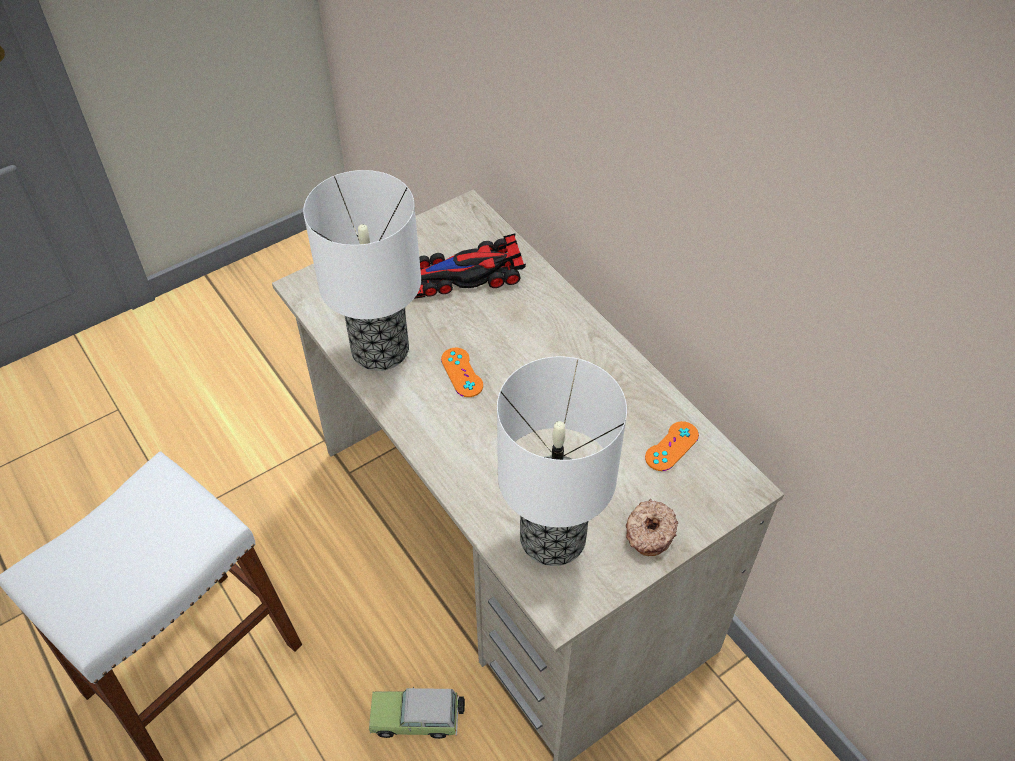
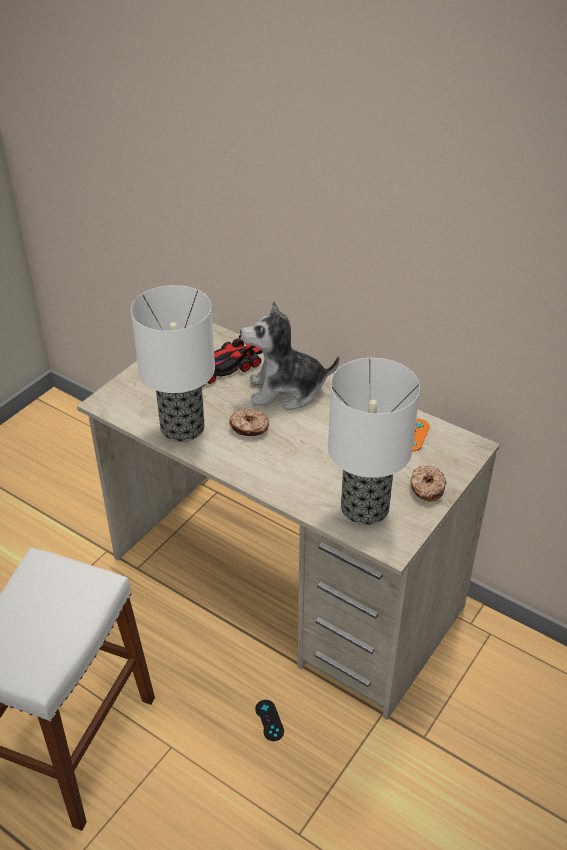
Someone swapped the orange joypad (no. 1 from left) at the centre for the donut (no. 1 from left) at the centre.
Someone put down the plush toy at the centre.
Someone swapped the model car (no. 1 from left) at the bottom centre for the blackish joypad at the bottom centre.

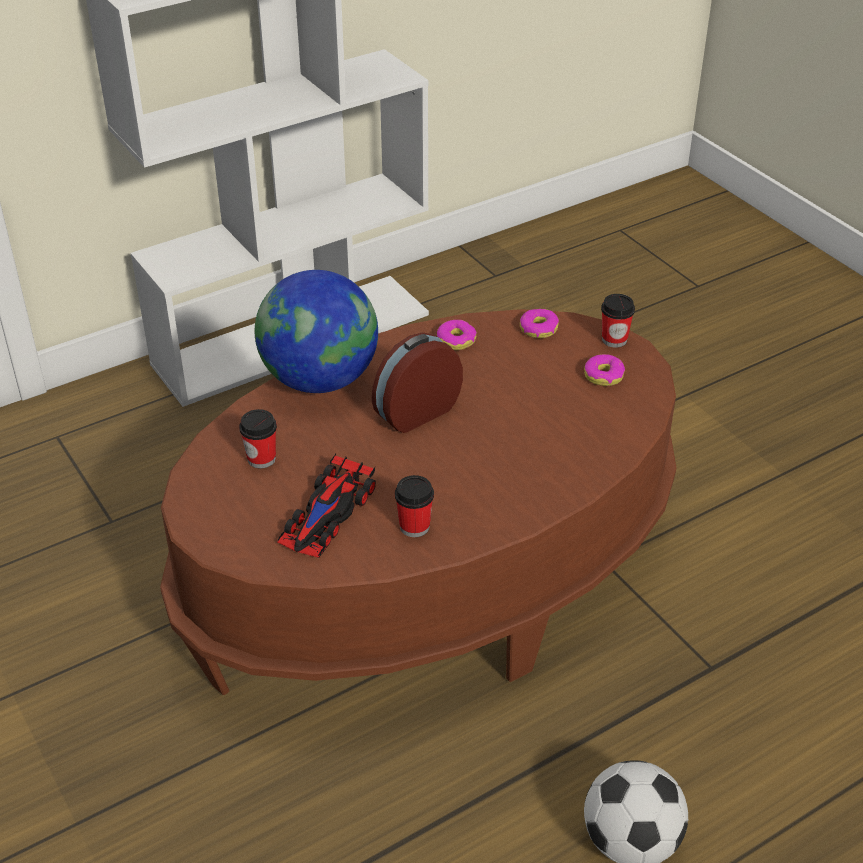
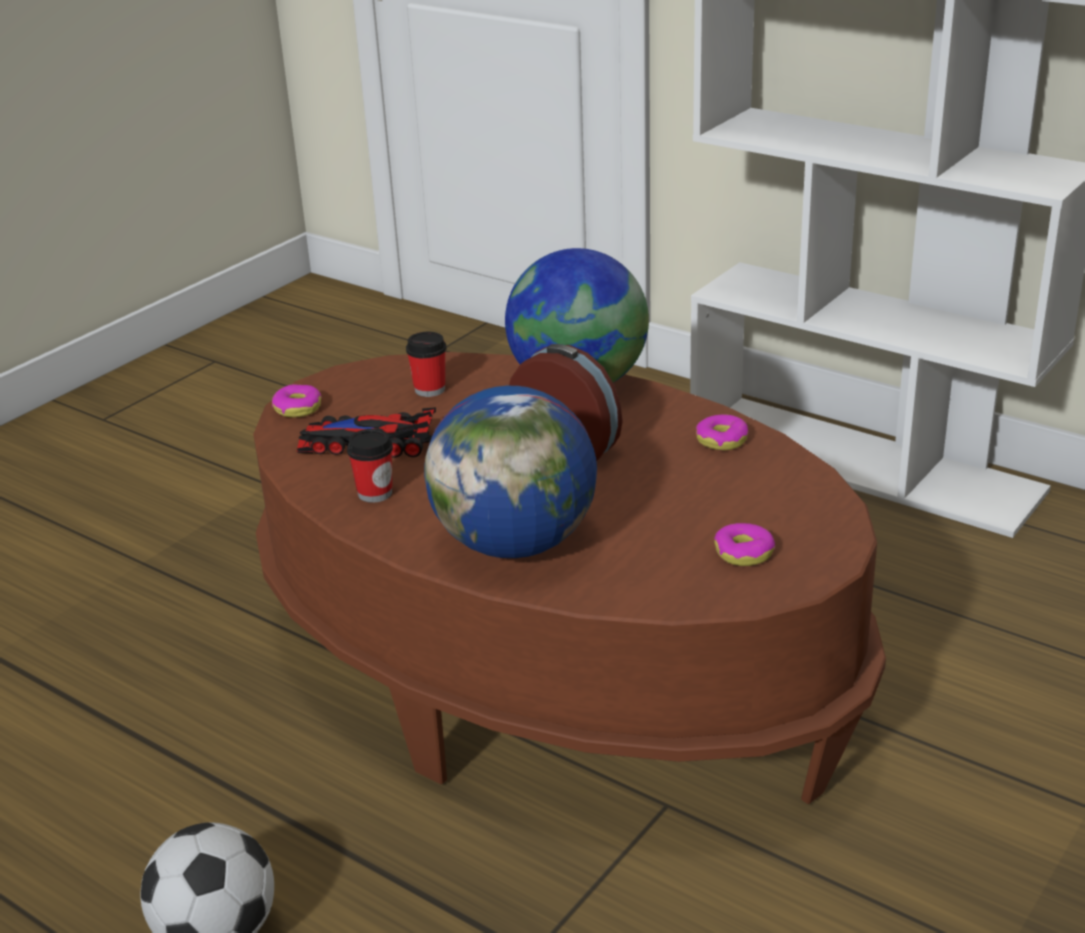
Someone carried the donut (no. 2 from left in the first image) from the centre to the middle left.
Someone put down the desk globe (no. 1 from left) at the centre.
Someone took away the small cup (no. 3 from left) at the middle right.

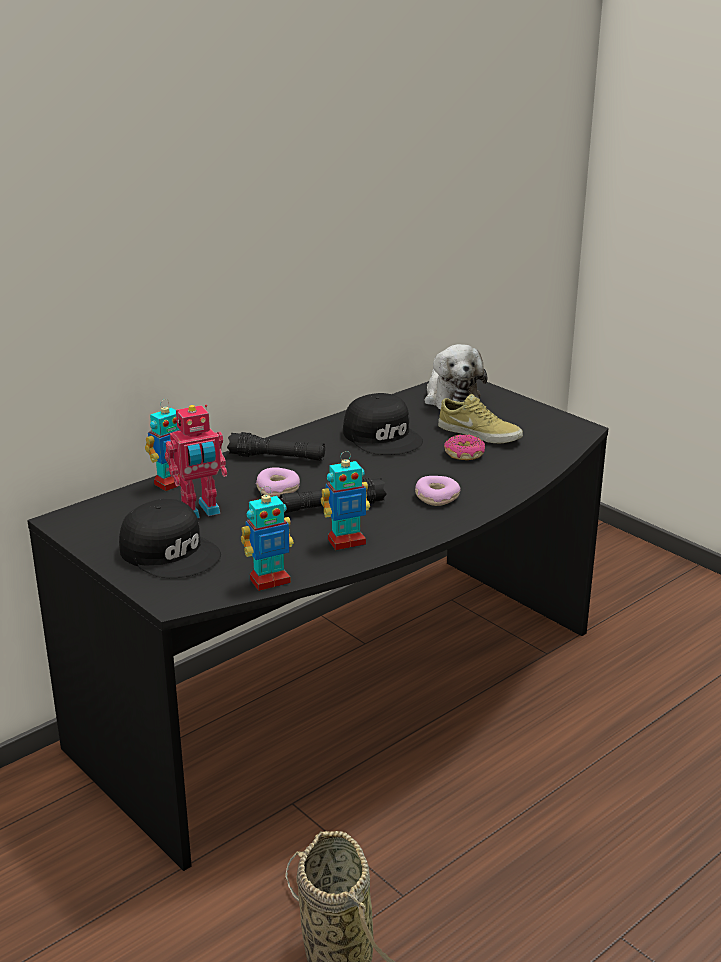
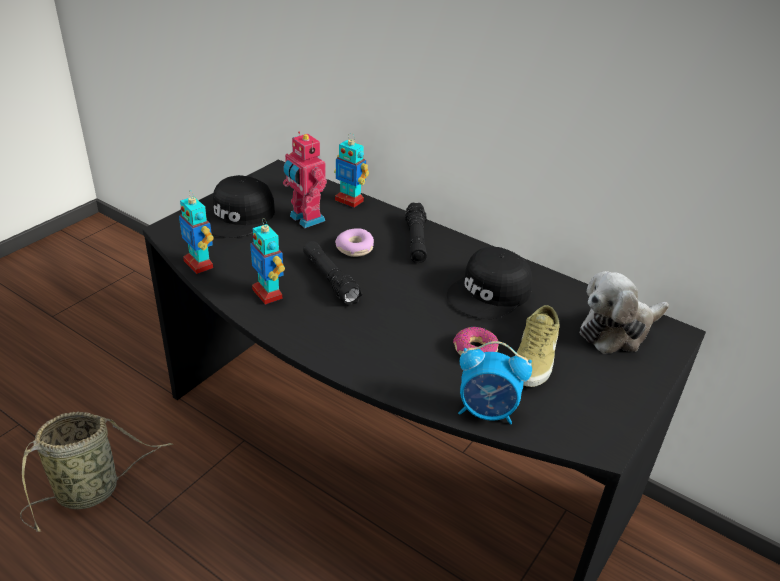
Someone put down the bedside clock at the centre.
Someone took away the donut (no. 2 from left) at the centre.

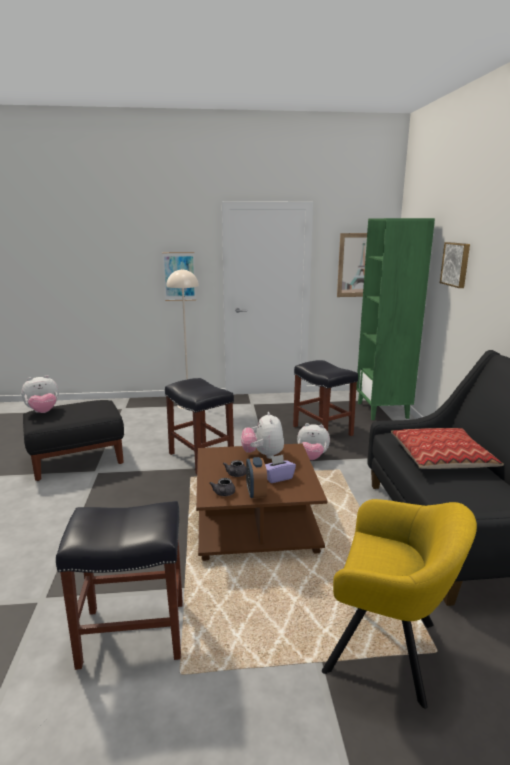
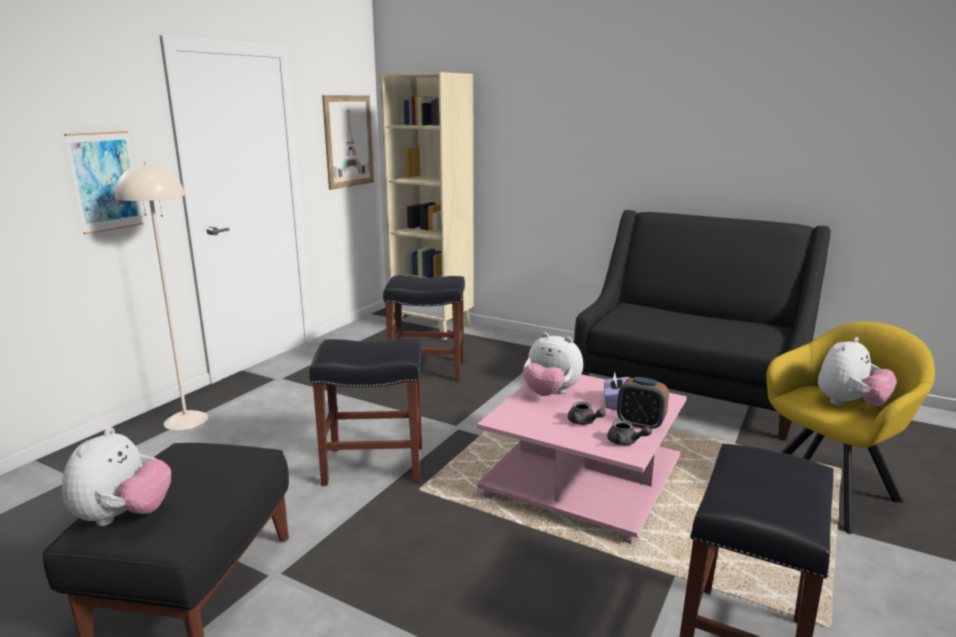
Someone repainted the green-coloured bookshelf at the middle right, which became the beige-coloured bookshelf at the top centre.
Someone repainted the brownish lounge table at the centre, which became the pink-coloured lounge table at the bottom centre.
Someone carried the plush toy (no. 3 from left) from the centre to the middle right.
Someone took away the cushion at the middle right.
Someone took away the wall art (no. 3 from left) at the middle right.

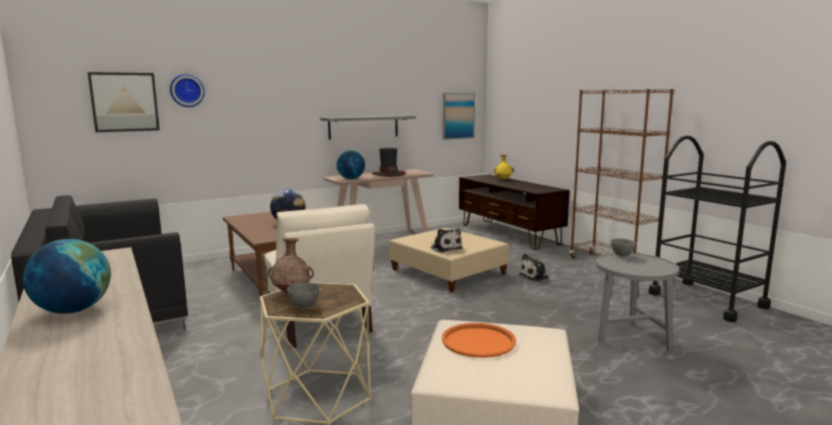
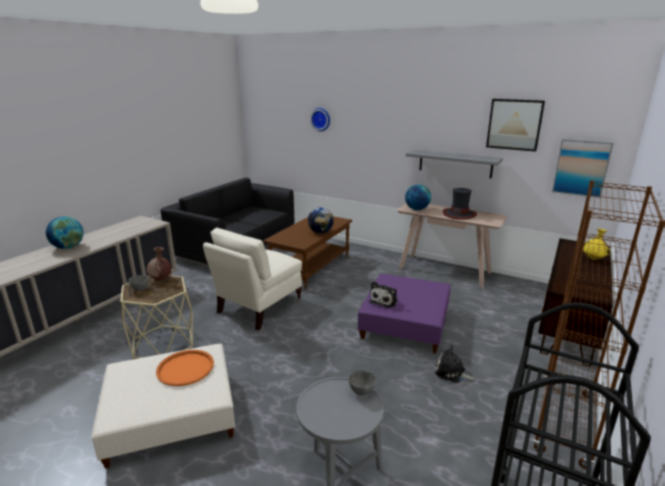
Someone repainted the beige-coloured ottoman (no. 1 from left) at the centre, which became the purple-coloured ottoman at the centre.
Someone carried the wall art (no. 1 from left) from the top left to the top right.

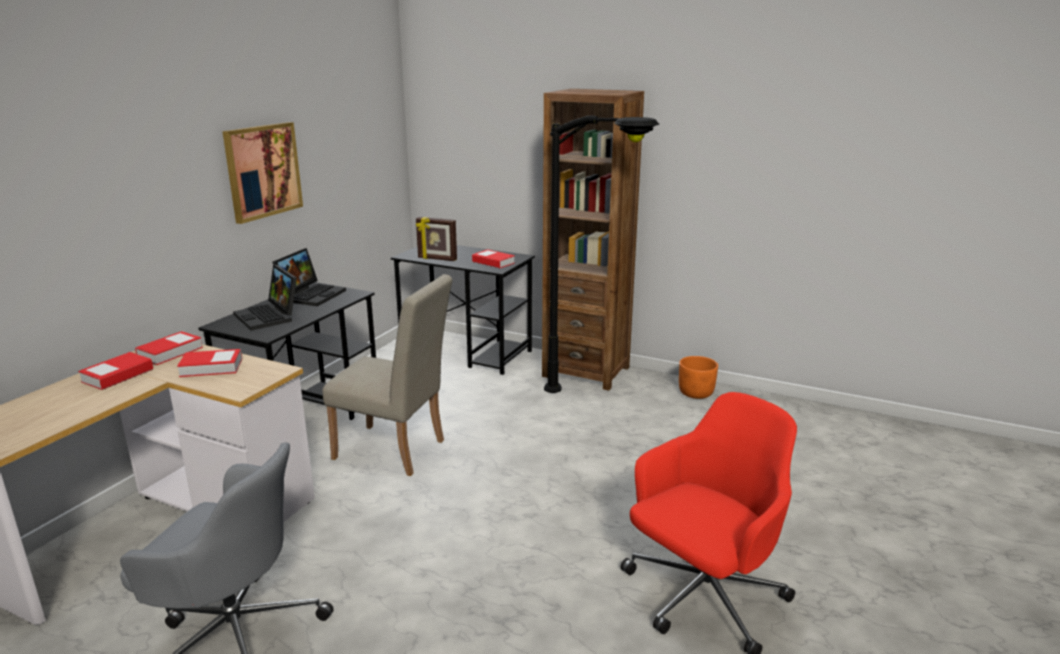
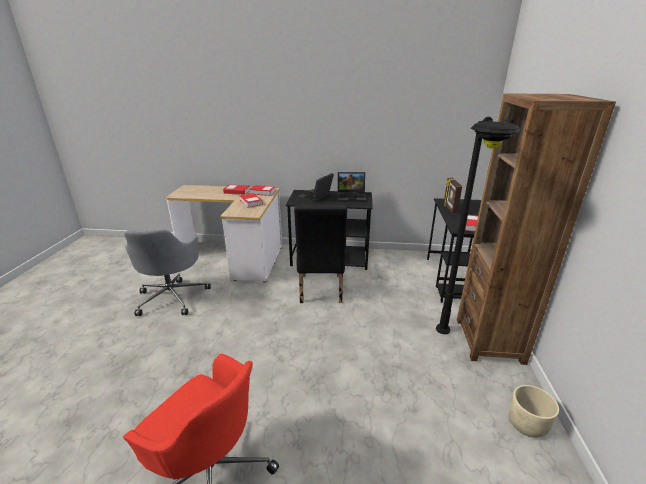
Someone repainted the beige-coloured upright chair at the centre, which became the blackish upright chair at the centre.
Someone repainted the orange plant pot at the centre, which became the beige-coloured plant pot at the bottom right.
Someone took away the wall art at the top left.

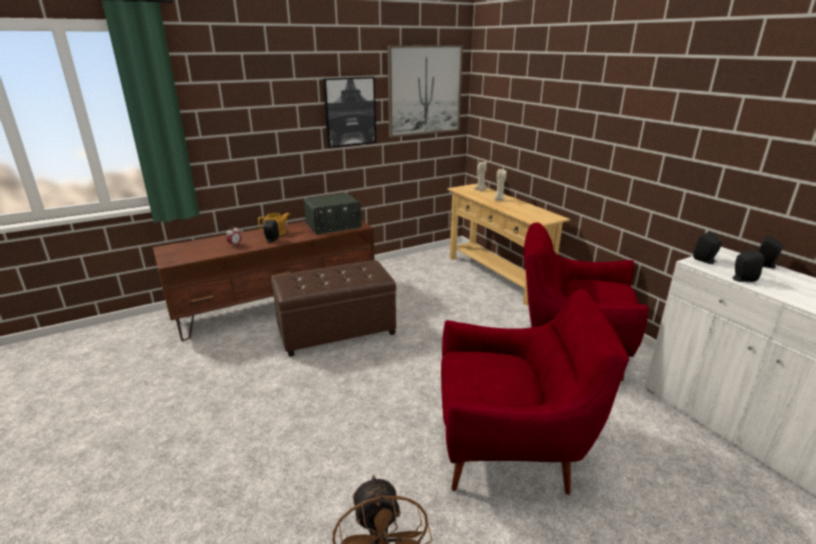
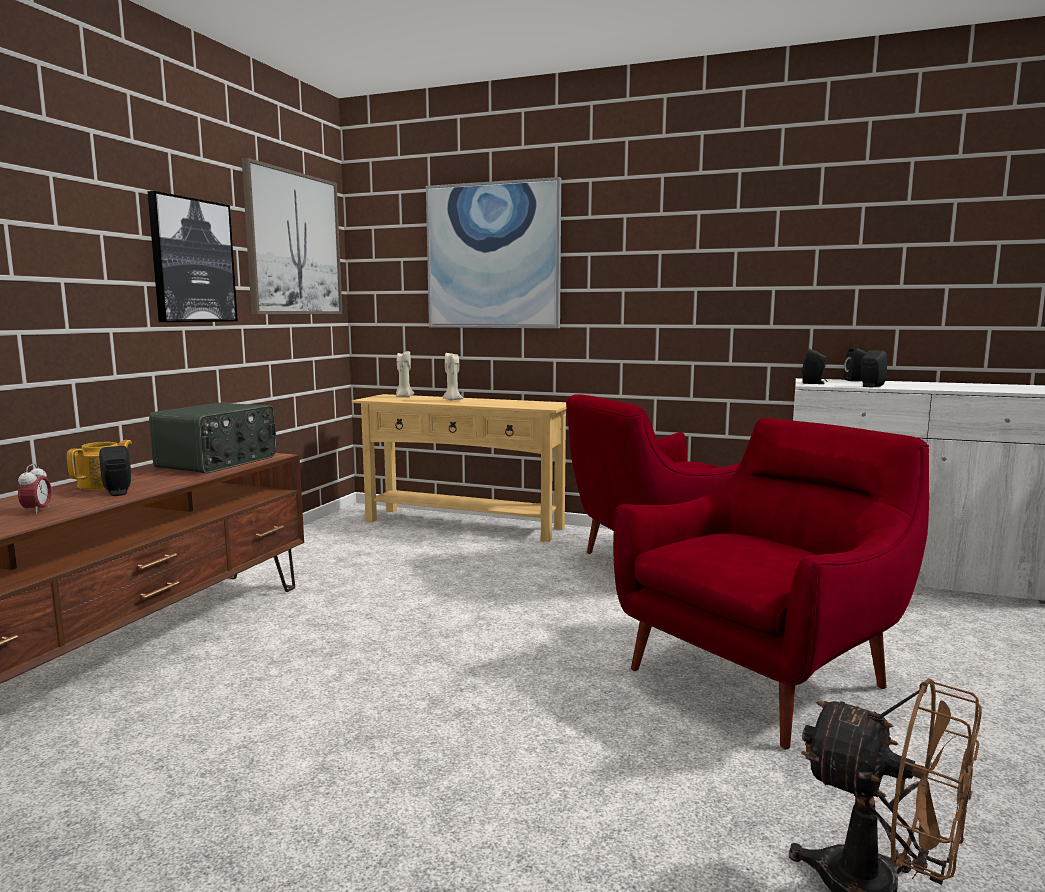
Someone put up the wall art (no. 3 from left) at the top centre.
Someone took away the brownish ottoman at the centre.

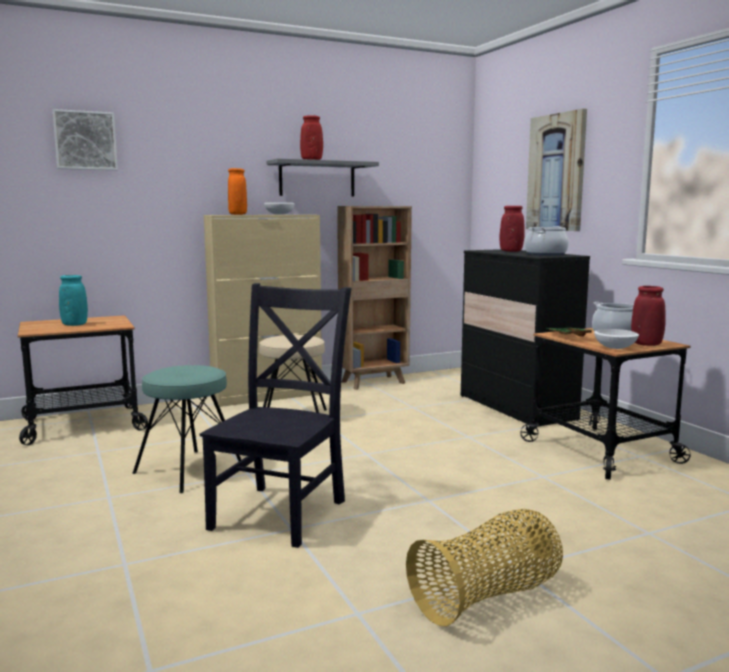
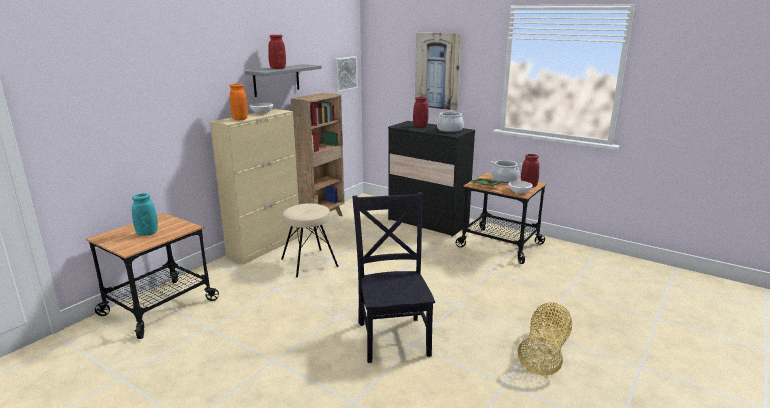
Someone carried the wall art (no. 1 from left) from the top left to the top centre.
Someone took away the blue-green sitting stool at the middle left.

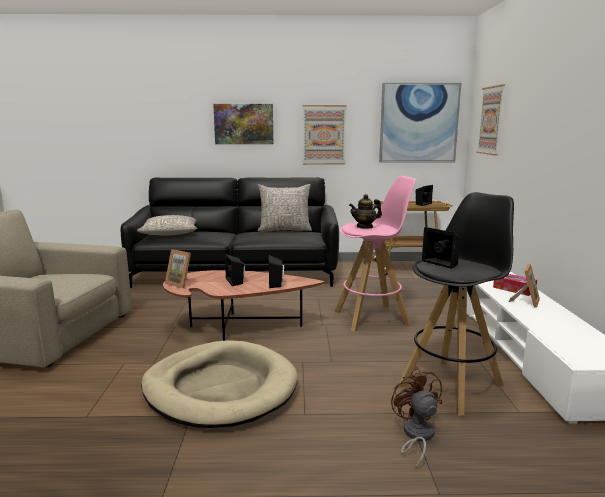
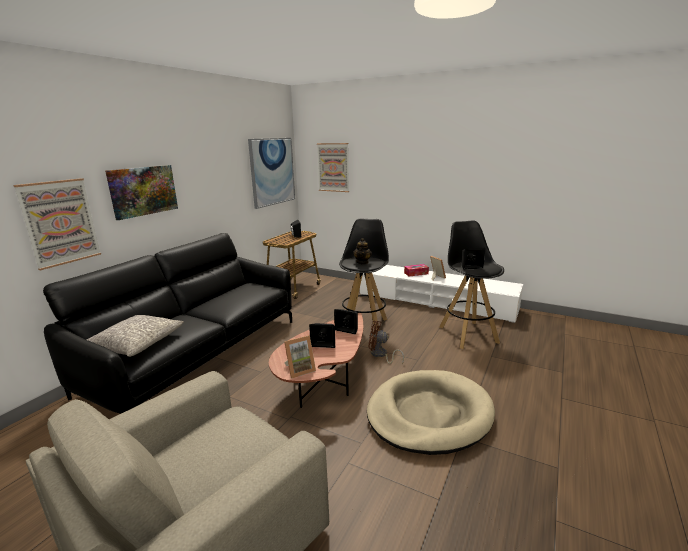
Someone carried the wall art (no. 2 from left in the first image) from the top centre to the middle left.
Someone repainted the pink-coloured sitting stool at the centre, which became the blackish sitting stool (no. 1 from left) at the centre.
Someone carried the brownish electric fan from the bottom right to the centre.
Someone took away the gray cushion (no. 2 from left) at the centre.

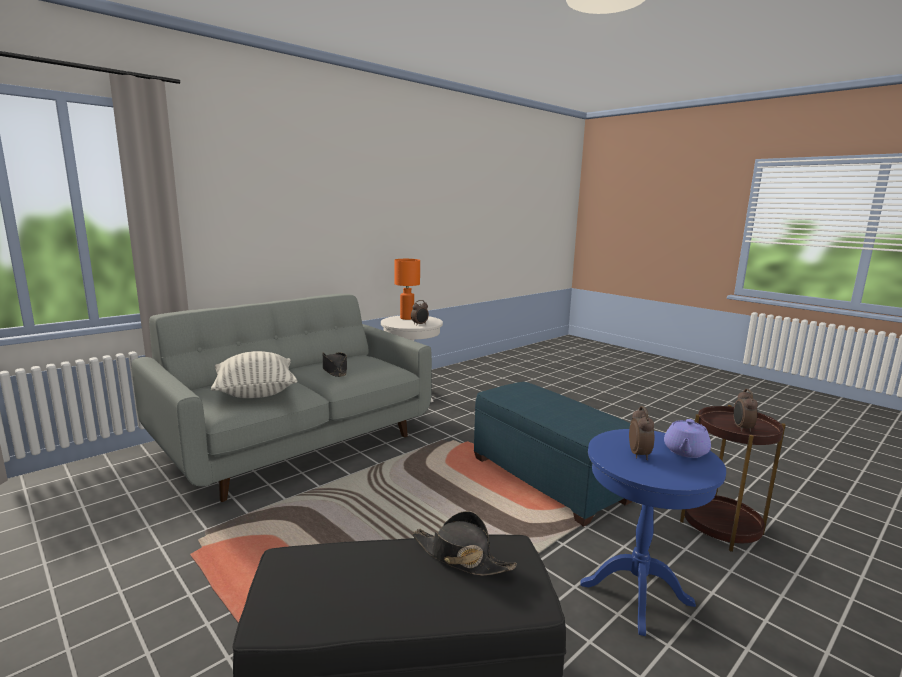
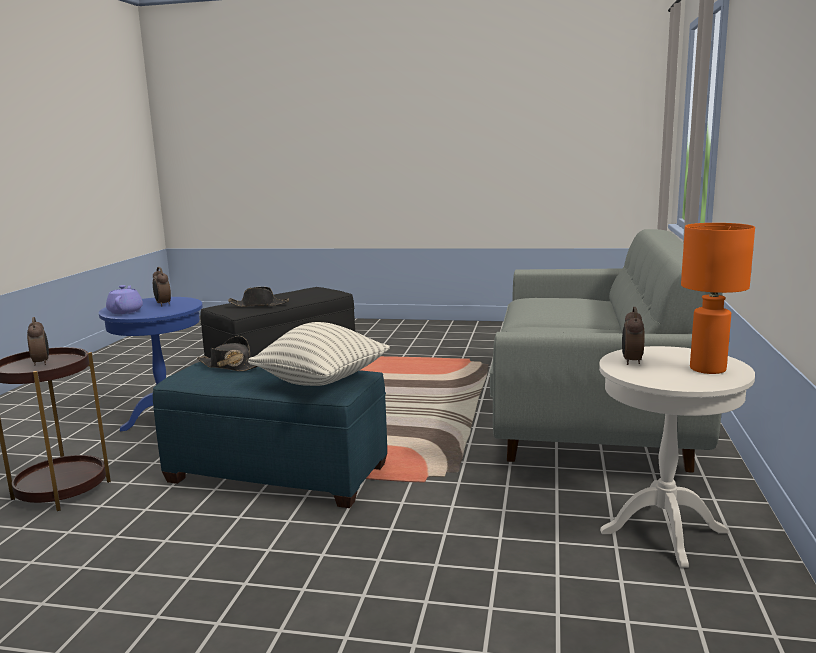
Someone carried the blackish wearable hat (no. 1 from left) from the centre to the middle left.
Someone carried the cushion from the middle left to the centre.

